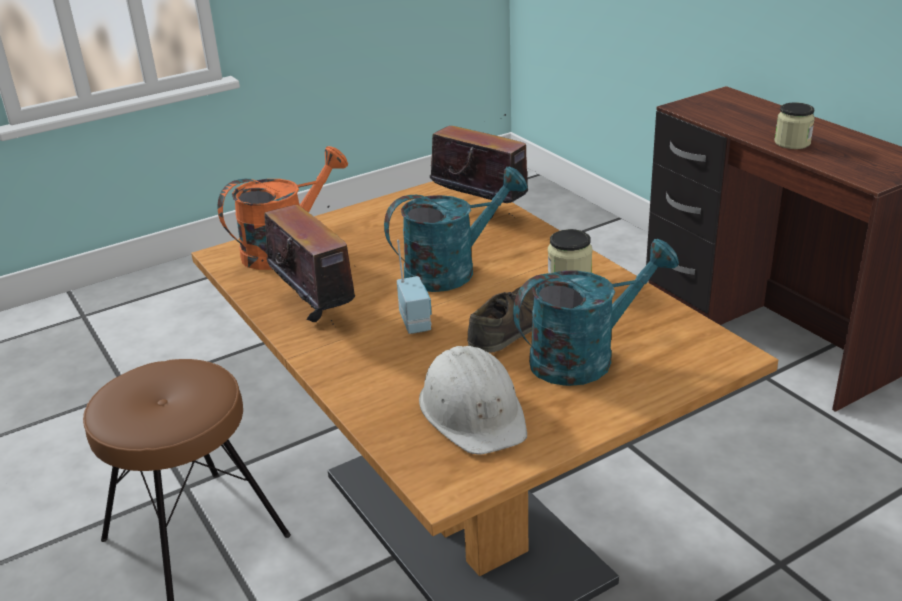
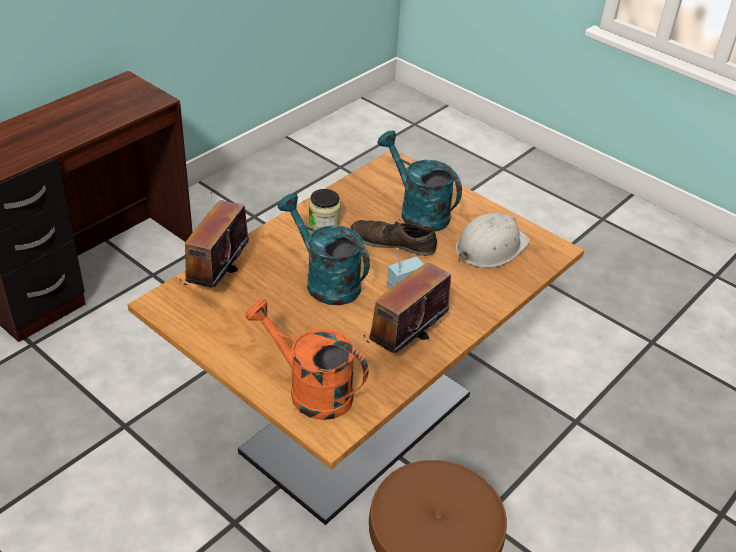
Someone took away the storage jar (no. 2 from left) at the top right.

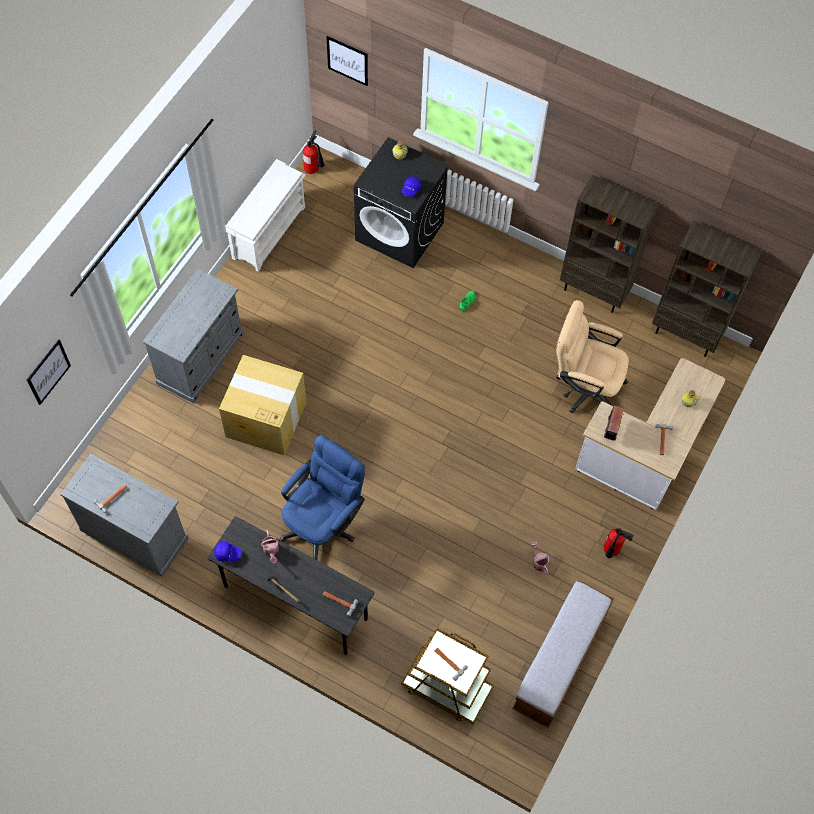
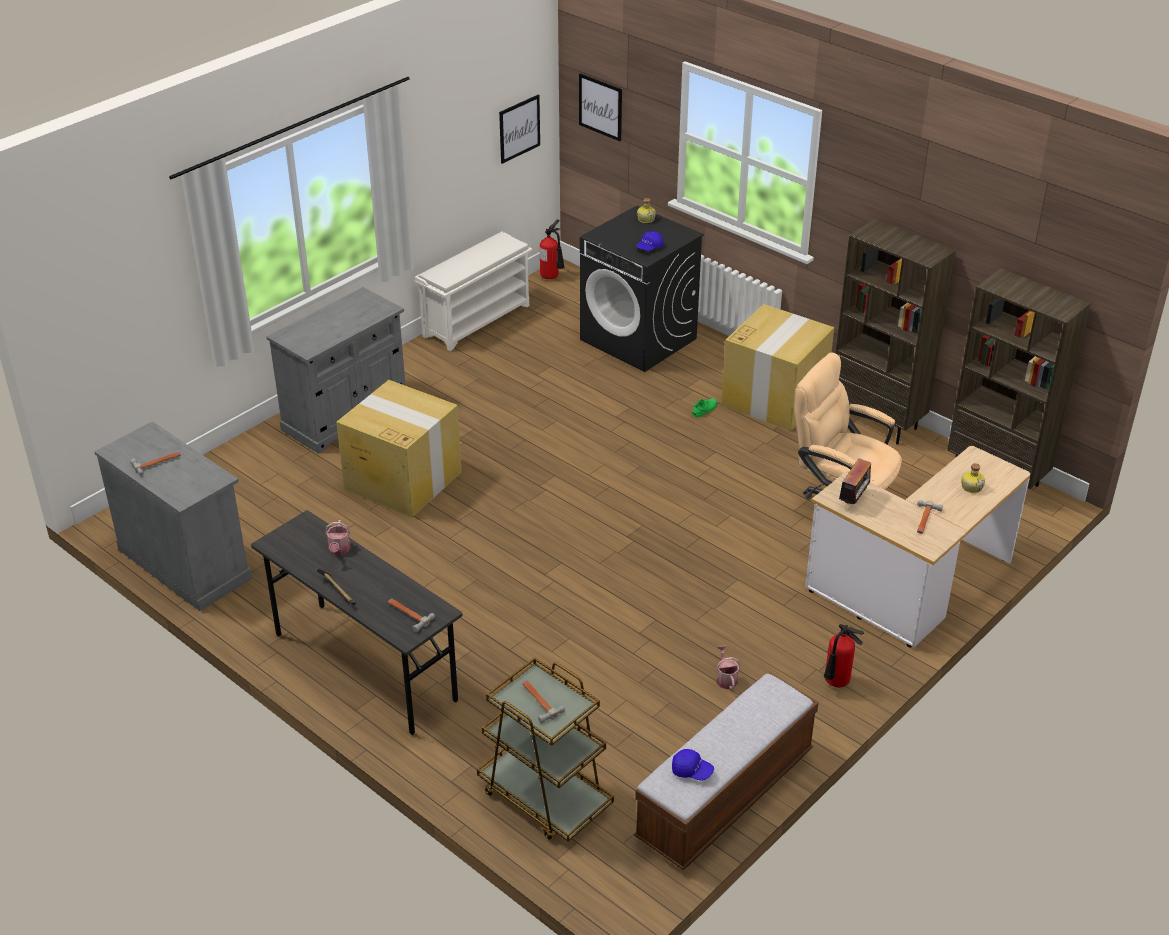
Someone carried the wall art (no. 1 from left) from the middle left to the top centre.
Someone carried the blue-coloured cap (no. 1 from left in the first image) from the bottom left to the bottom centre.
Someone put down the cardboard box (no. 2 from left) at the centre.
Someone took away the blue-coloured computer chair at the centre.

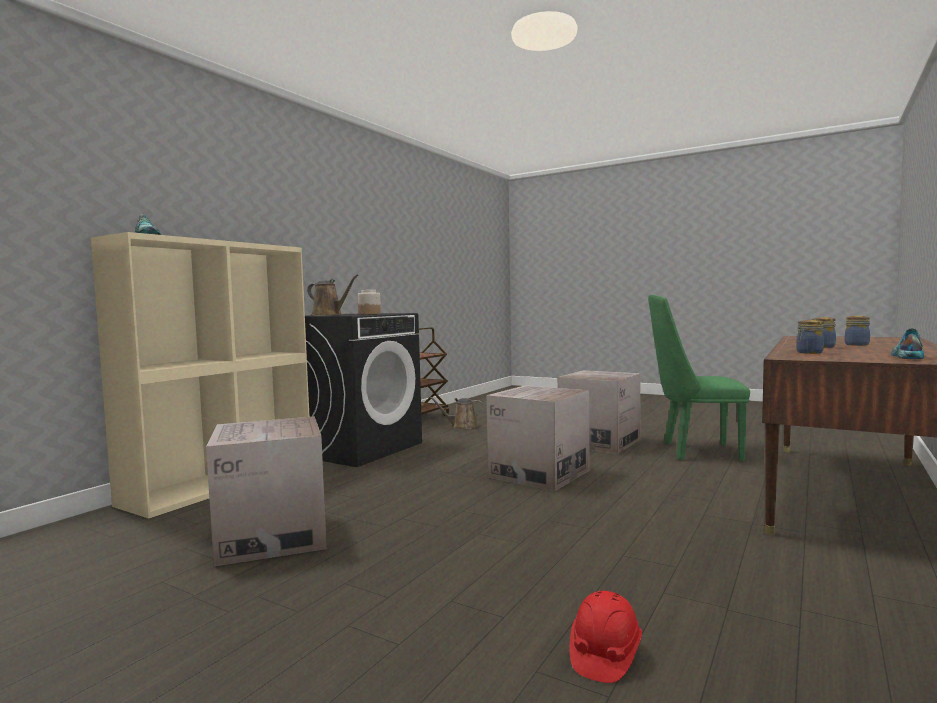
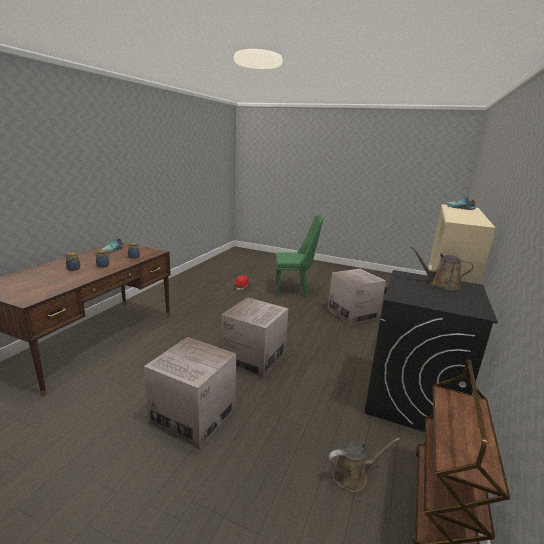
Someone carried the green-coloured upright chair from the middle right to the centre.
Someone took away the storage jar (no. 1 from left) at the centre.

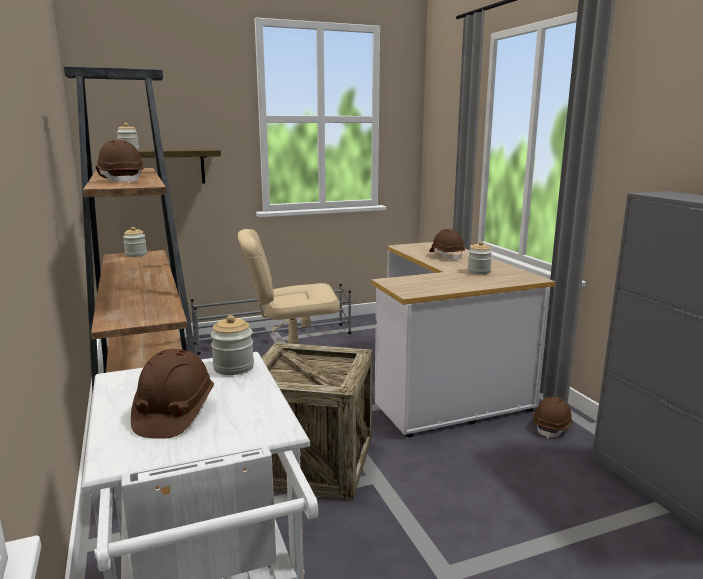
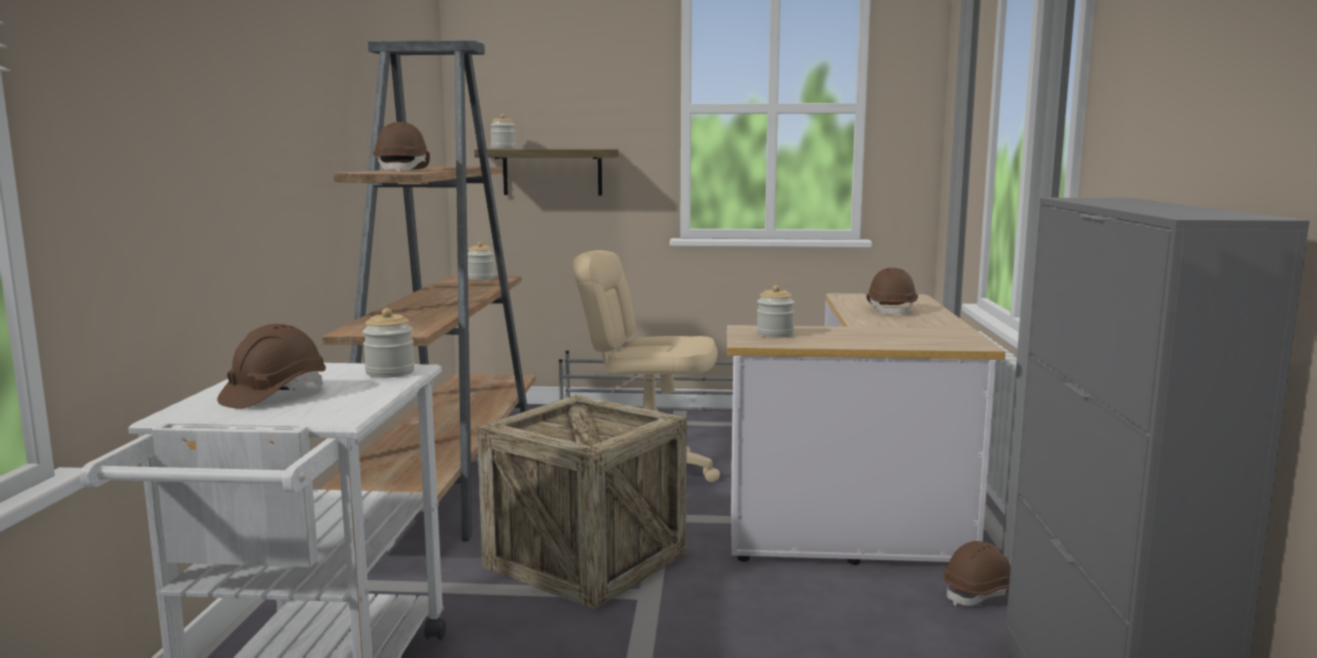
Someone carried the storage jar (no. 4 from left) from the middle right to the centre.

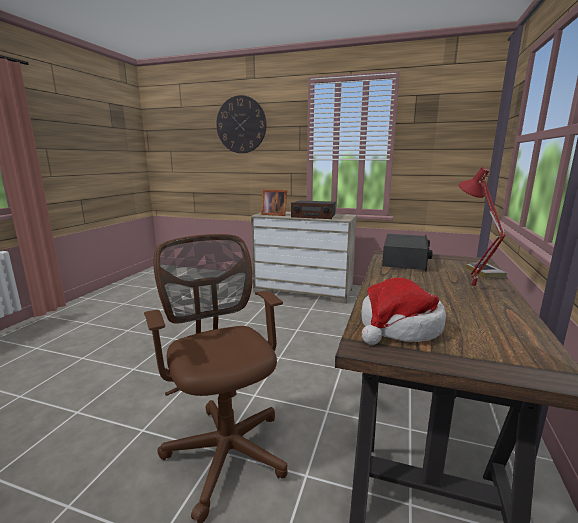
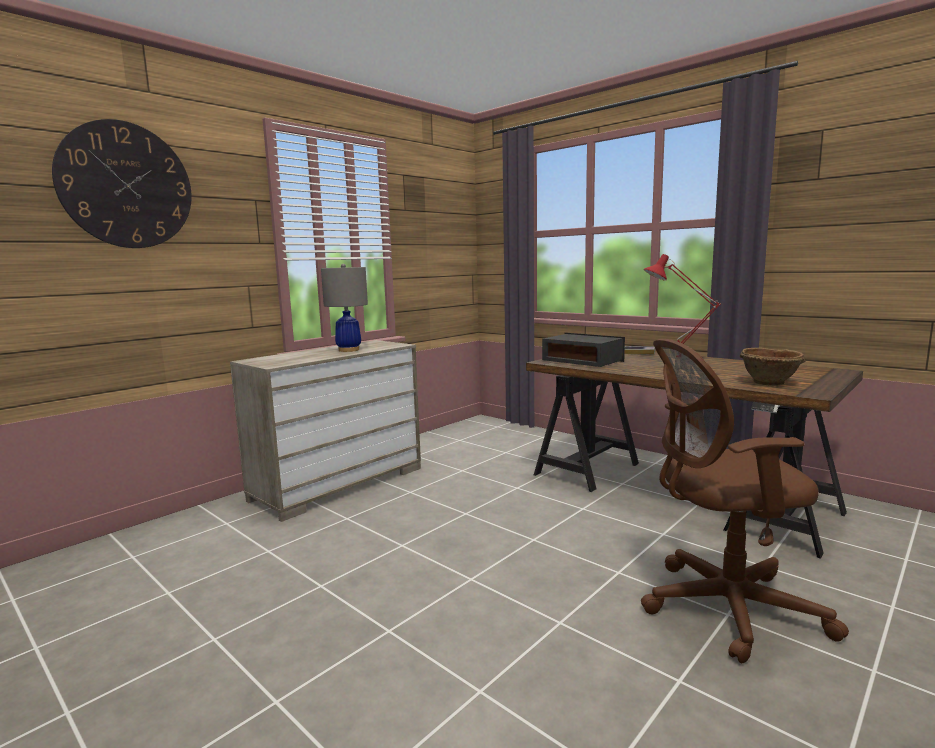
Someone swapped the radio receiver (no. 1 from left) at the centre for the gray tabletop lamp at the centre.
Someone swapped the wearable hat at the middle right for the brownish deep dish at the middle right.
Someone took away the standing frame at the centre.

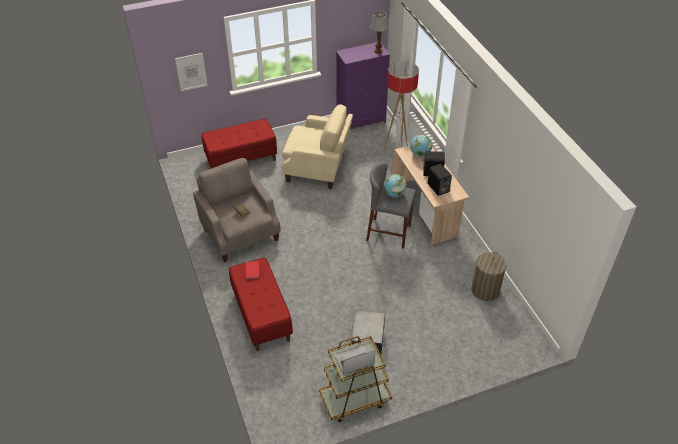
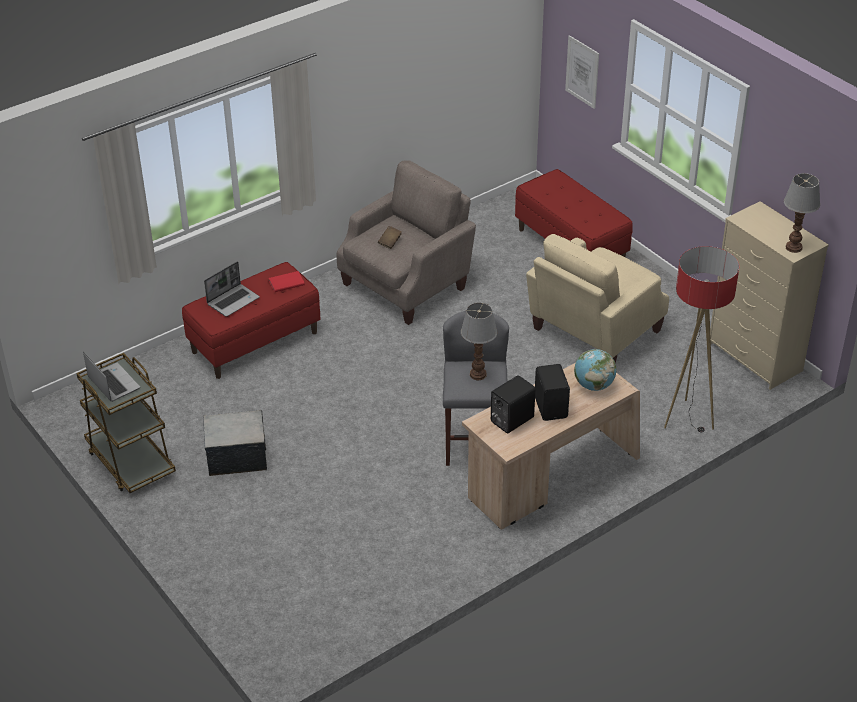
Someone put down the notebook computer (no. 2 from left) at the middle left.
Someone swapped the desk globe (no. 1 from left) at the centre for the tabletop lamp (no. 1 from left) at the centre.
Someone rotated the beige-coloured easy chair (no. 2 from left) at the top centre by 45 degrees clockwise.
Someone repainted the purple-coloured dresser at the top centre, which became the beige-coloured dresser at the middle right.
Someone took away the laundry basket at the middle right.

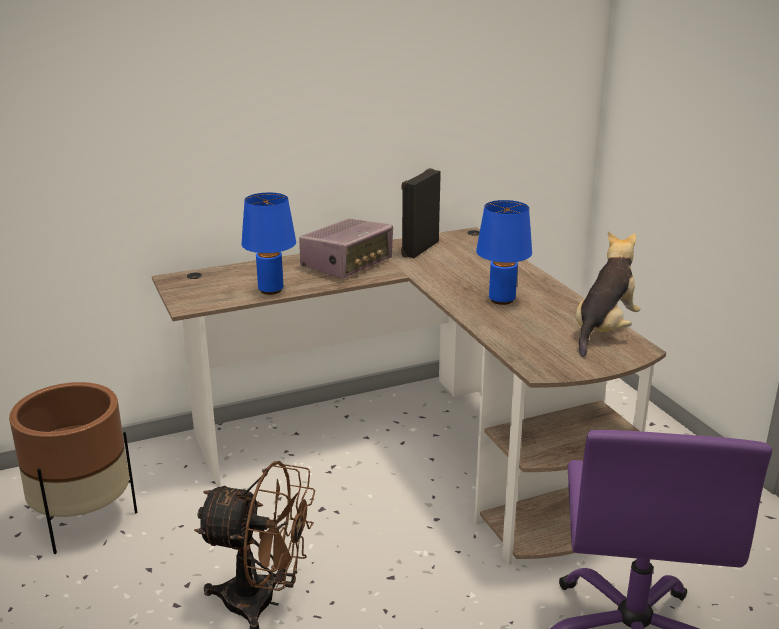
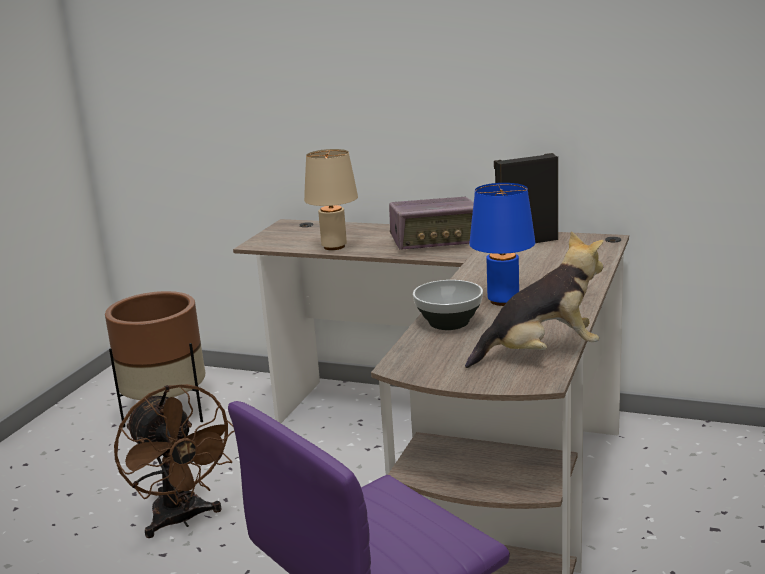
Someone repainted the blue-coloured tabletop lamp (no. 1 from left) at the centre, which became the beige-coloured tabletop lamp at the centre.
Someone put down the deep dish at the centre.

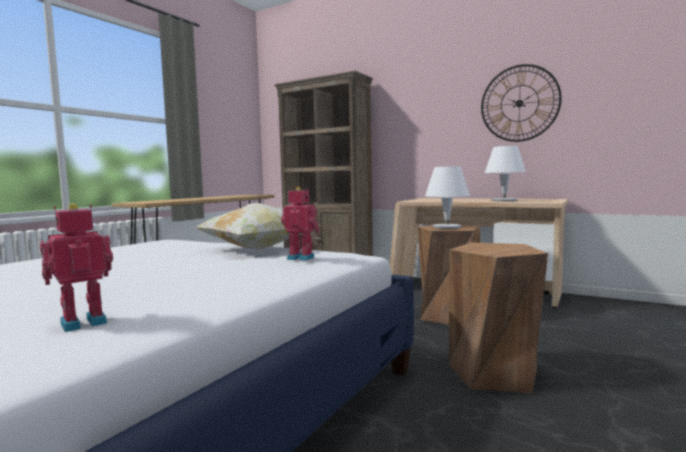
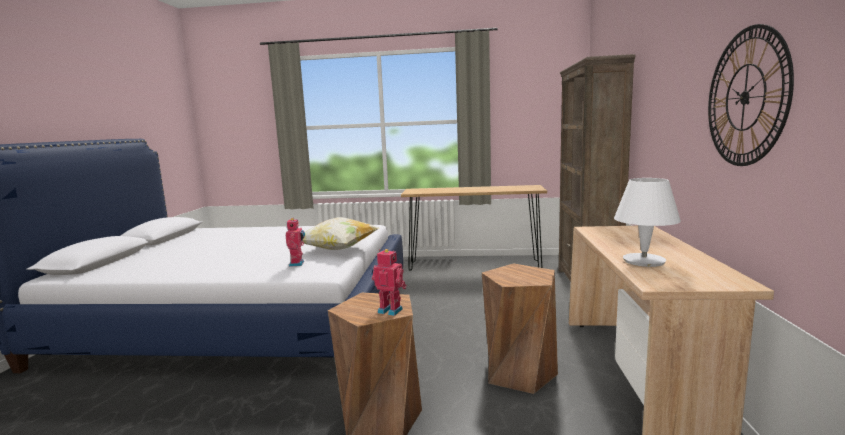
Someone carried the robot figure (no. 1 from left in the first image) from the middle left to the centre.
Someone took away the white-coloured tabletop lamp (no. 1 from left) at the centre.

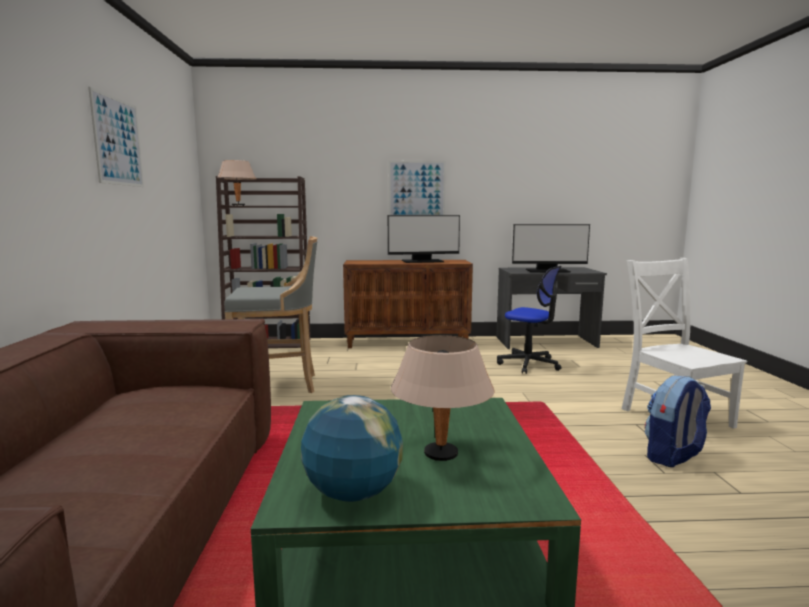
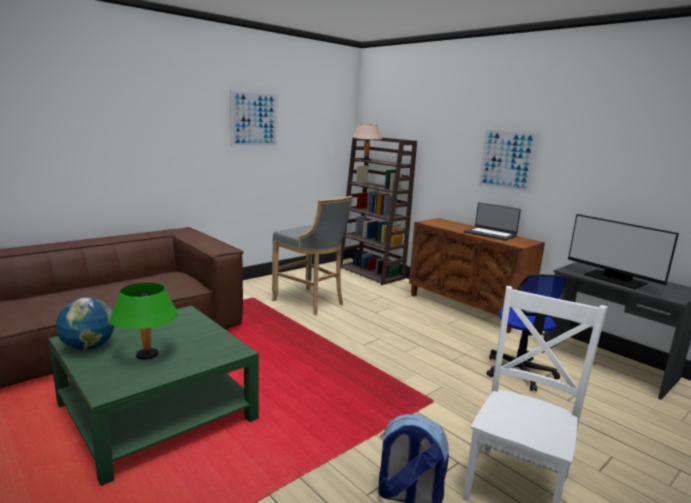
Someone repainted the beige-coloured tabletop lamp (no. 2 from left) at the centre, which became the green-coloured tabletop lamp at the middle left.
Someone swapped the computer display (no. 1 from left) at the centre for the notebook computer at the middle right.

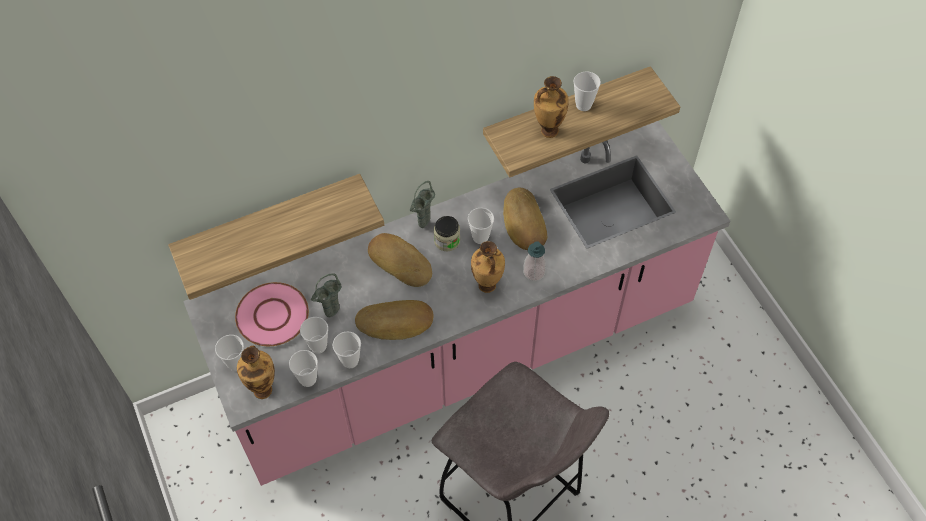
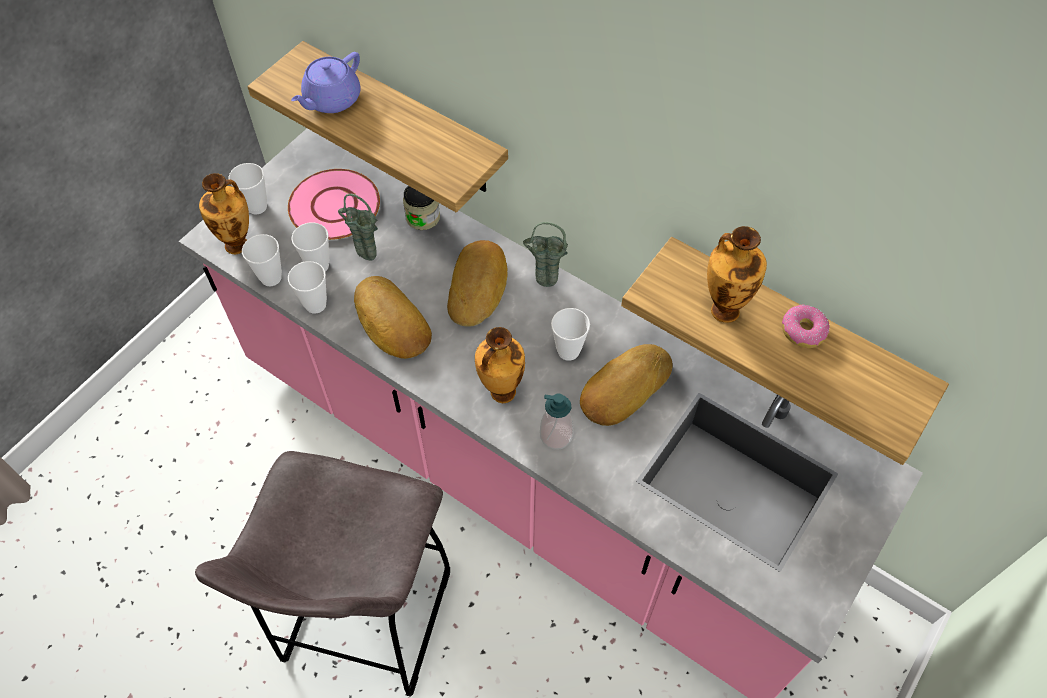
Someone put down the purple-coloured teapot at the top left.
Someone carried the storage jar from the centre to the top centre.
Someone swapped the small cup (no. 6 from left) at the top centre for the donut at the middle right.

